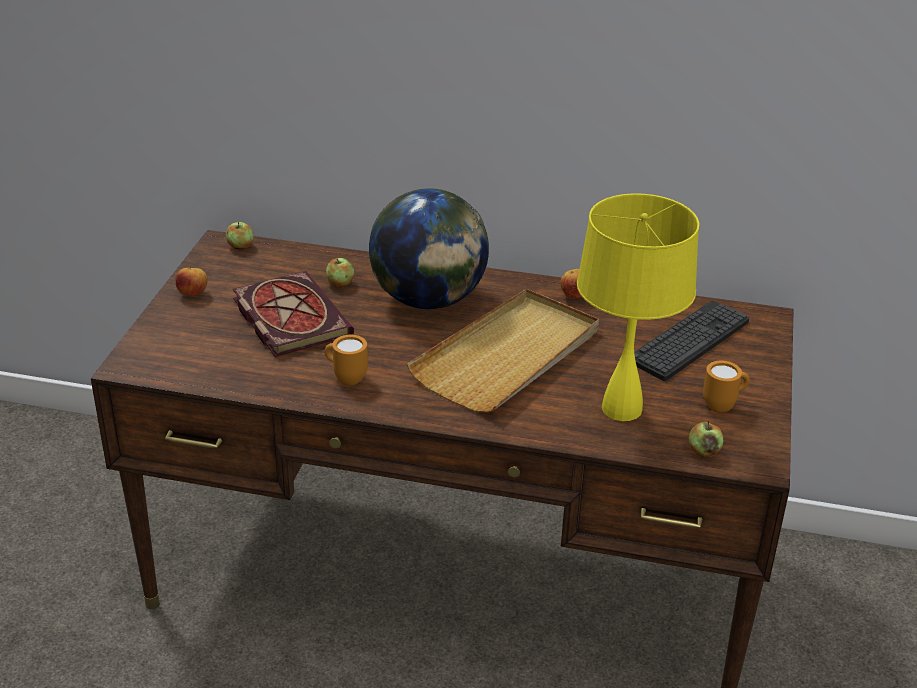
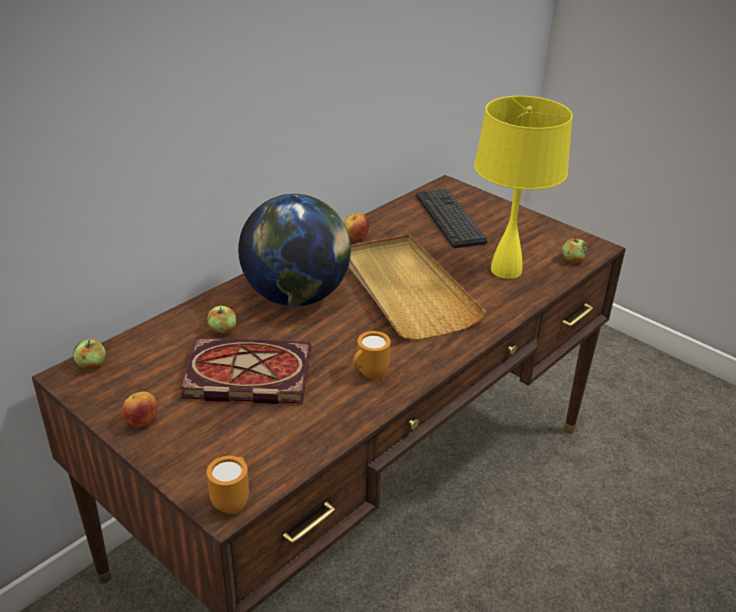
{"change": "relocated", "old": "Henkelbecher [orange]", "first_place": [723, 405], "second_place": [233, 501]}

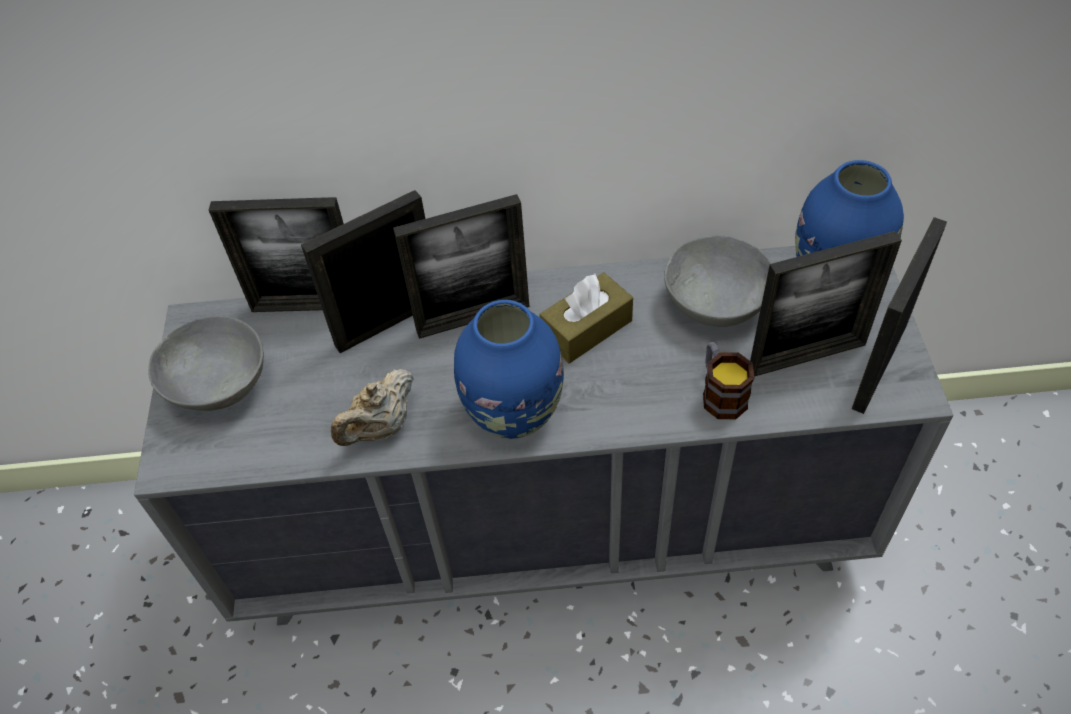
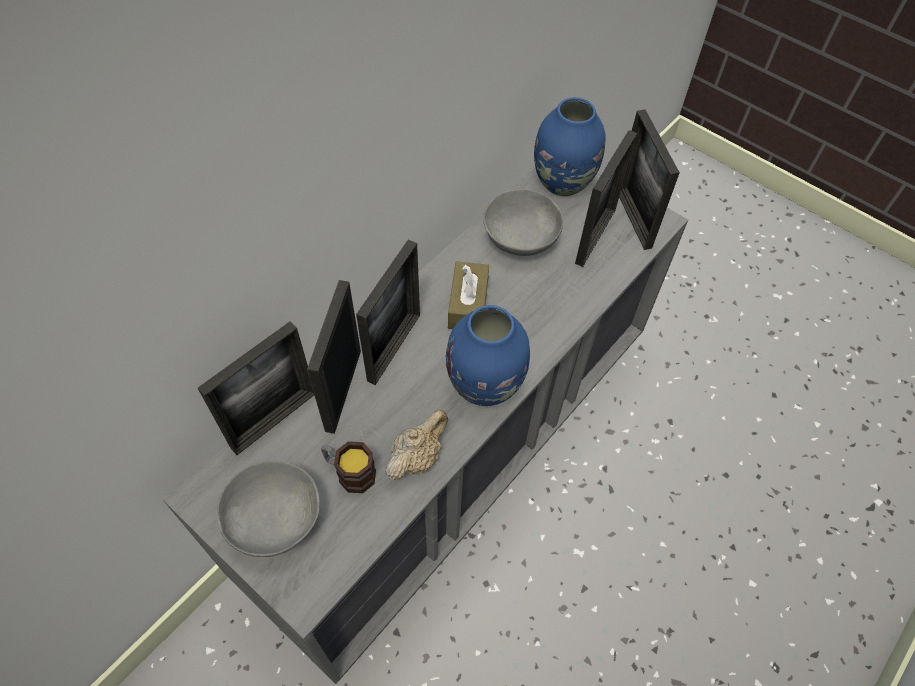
{"change": "spun", "old": "Teekanne [beige]", "first_place": [380, 428], "second_place": [417, 457], "degrees": -135}
{"change": "relocated", "old": "Henkelbecher", "first_place": [720, 393], "second_place": [350, 472]}

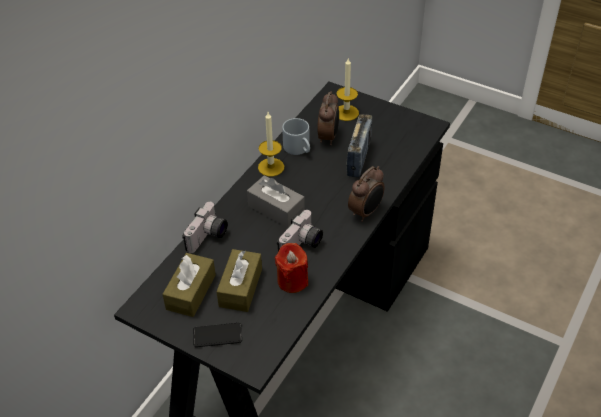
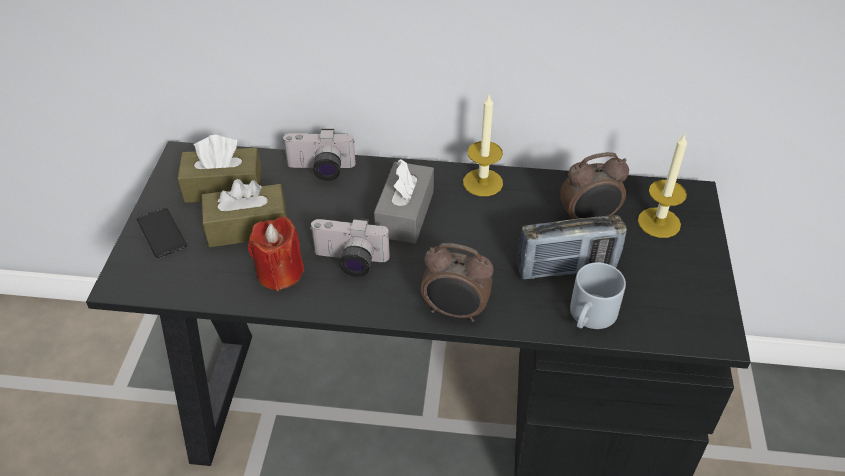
{"change": "relocated", "old": "Henkelbecher [grau]", "first_place": [299, 148], "second_place": [591, 317]}

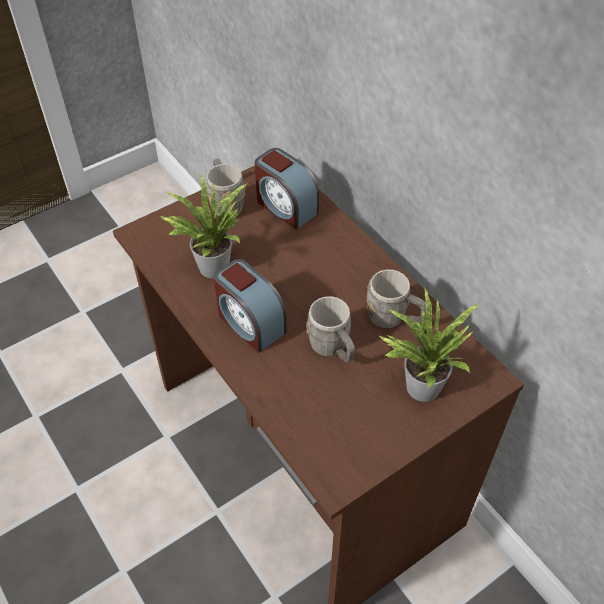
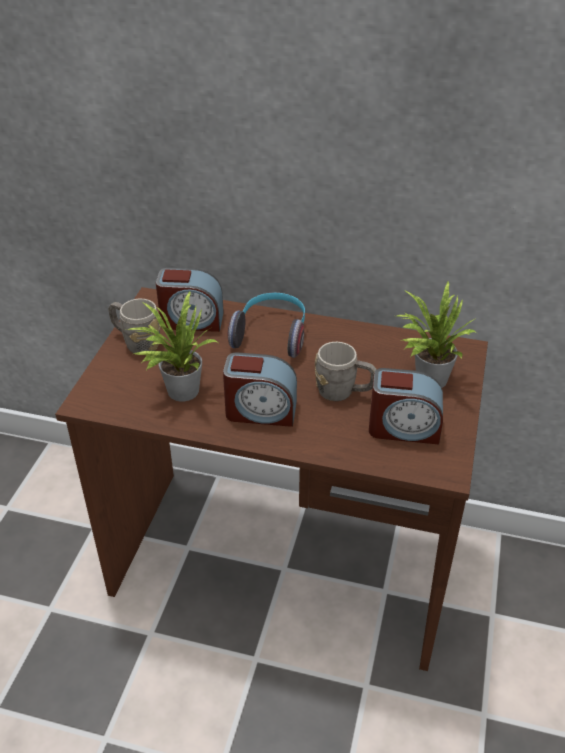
{"change": "missing", "old": "Henkelbecher [grau]", "first_place": [394, 319]}
{"change": "appeared", "new": "Kopfhörer", "second_place": [272, 335]}
{"change": "appeared", "new": "Wecker", "second_place": [403, 428]}

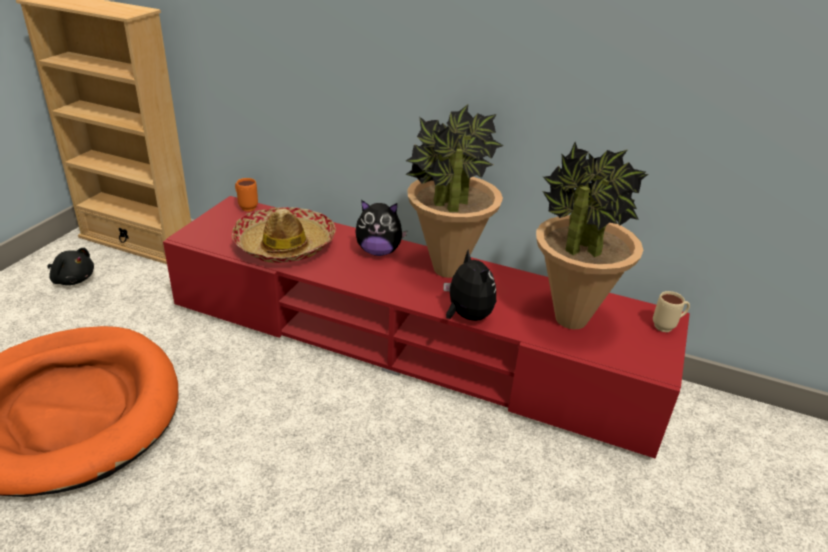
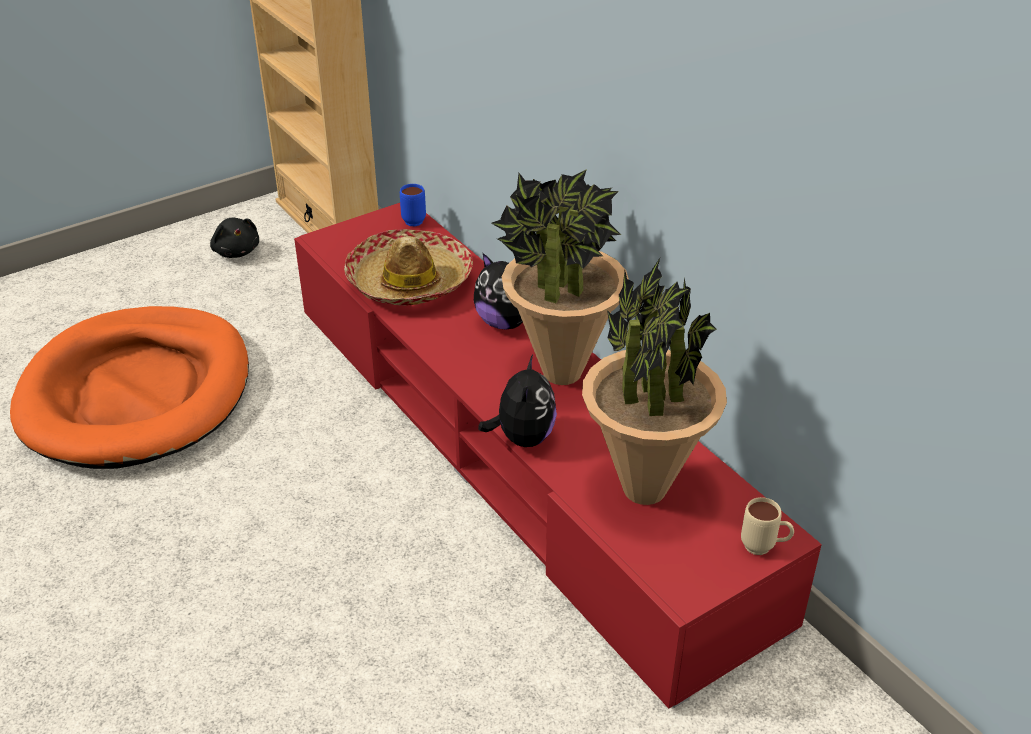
{"change": "colour", "old": "Henkelbecher [orange]", "new": "Henkelbecher [blau]", "first_place": [246, 207], "second_place": [413, 219]}

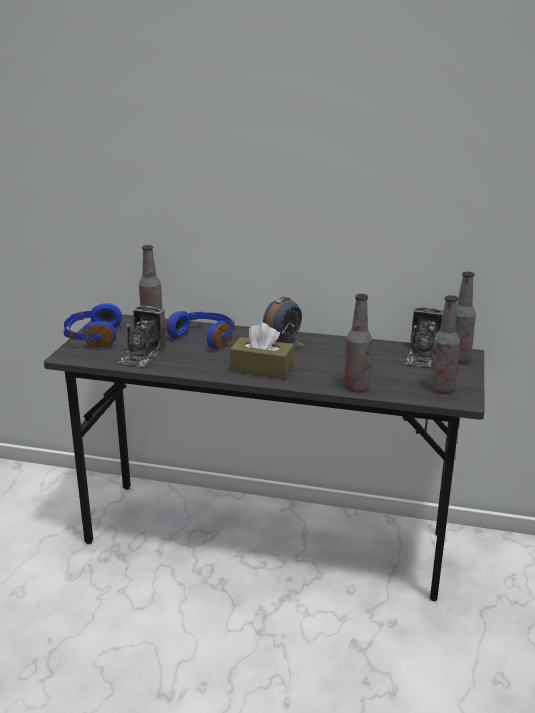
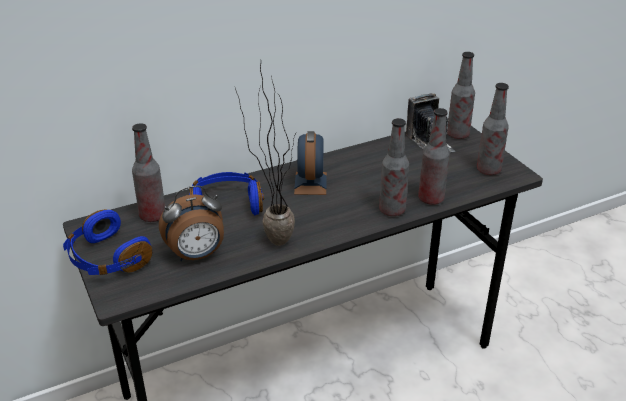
{"change": "exchanged", "old": "Kamera", "new": "Wecker", "first_place": [143, 354], "second_place": [197, 255]}
{"change": "missing", "old": "Taschentuchbox [braun]", "first_place": [262, 369]}
{"change": "appeared", "new": "Topfpflanze", "second_place": [271, 238]}
{"change": "appeared", "new": "Flasche", "second_place": [392, 210]}

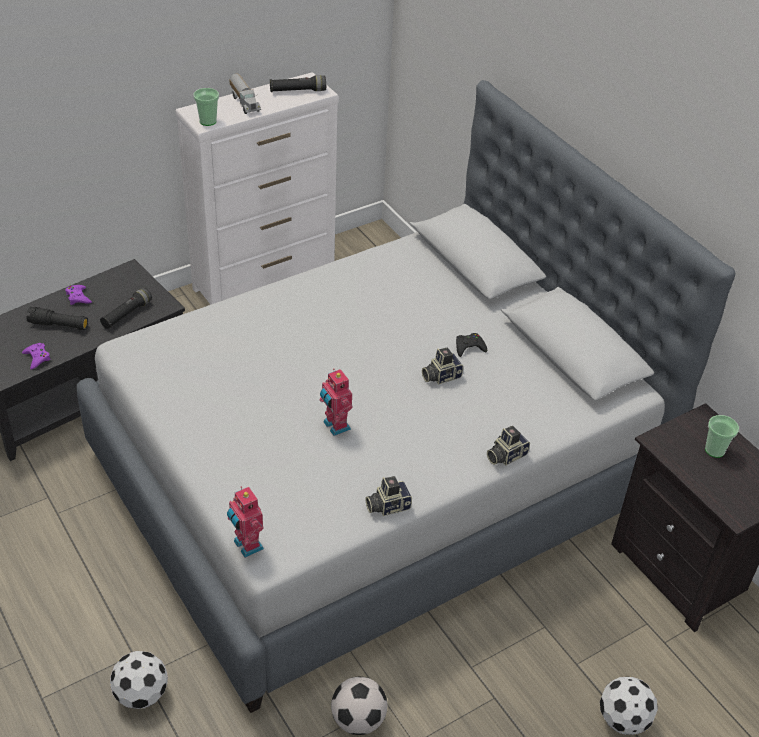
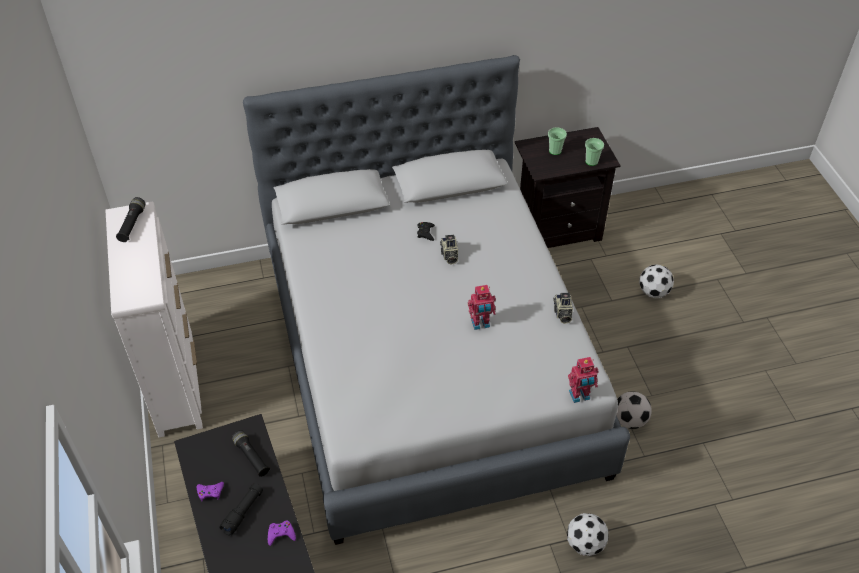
{"change": "relocated", "old": "Tasse", "first_place": [208, 121], "second_place": [591, 161]}
{"change": "missing", "old": "Spielzeuglaster", "first_place": [245, 103]}
{"change": "missing", "old": "Kamera", "first_place": [505, 455]}

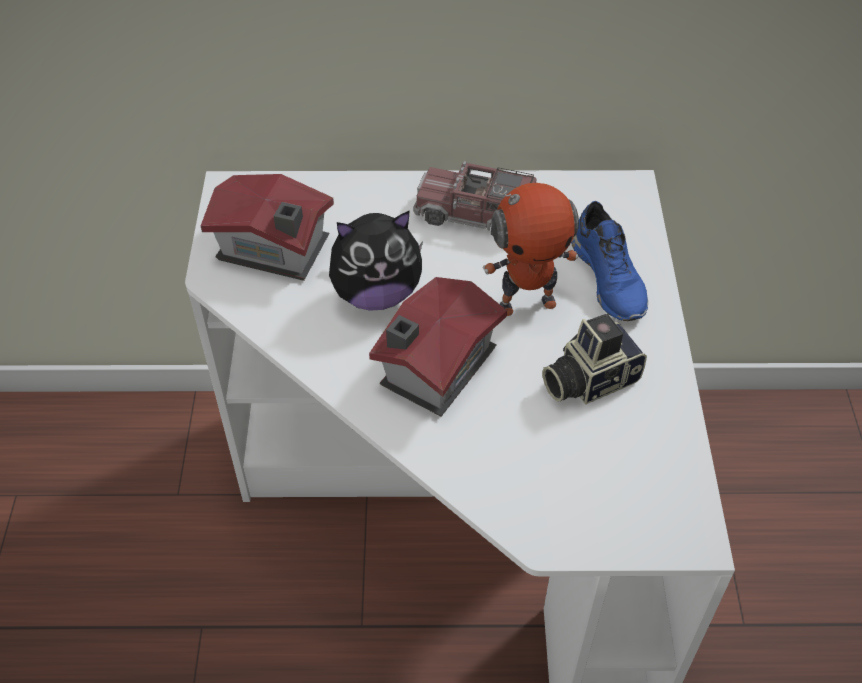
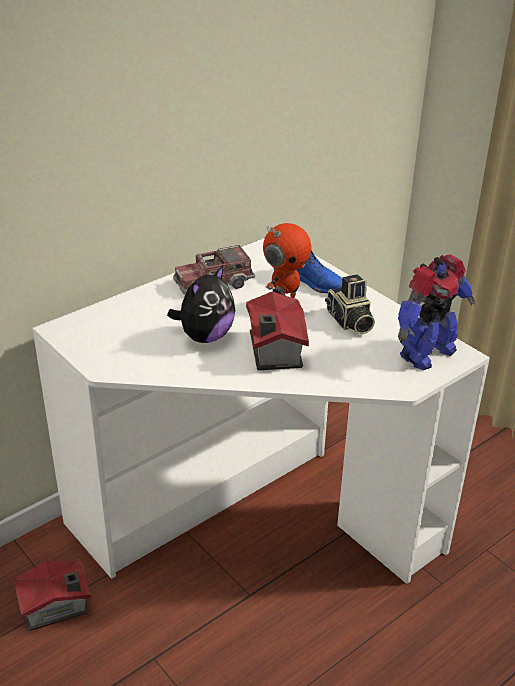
{"change": "relocated", "old": "Spielzeughaus", "first_place": [275, 251], "second_place": [57, 607]}
{"change": "spun", "old": "Kamera", "first_place": [588, 379], "second_place": [349, 322], "degrees": -45}
{"change": "appeared", "new": "Spielzeugroboter", "second_place": [426, 353]}

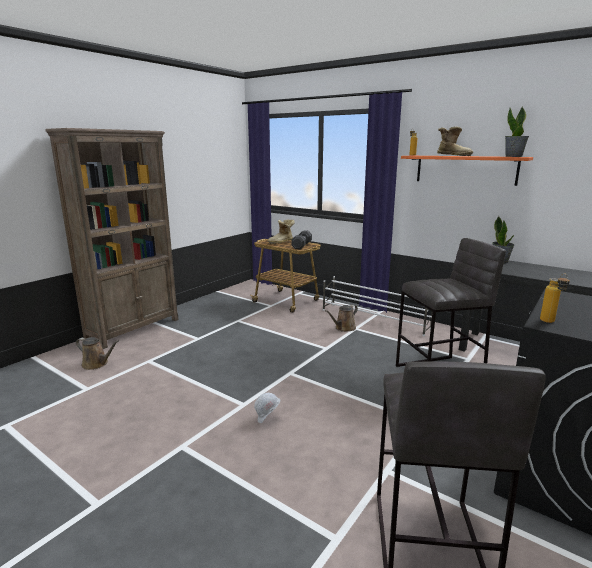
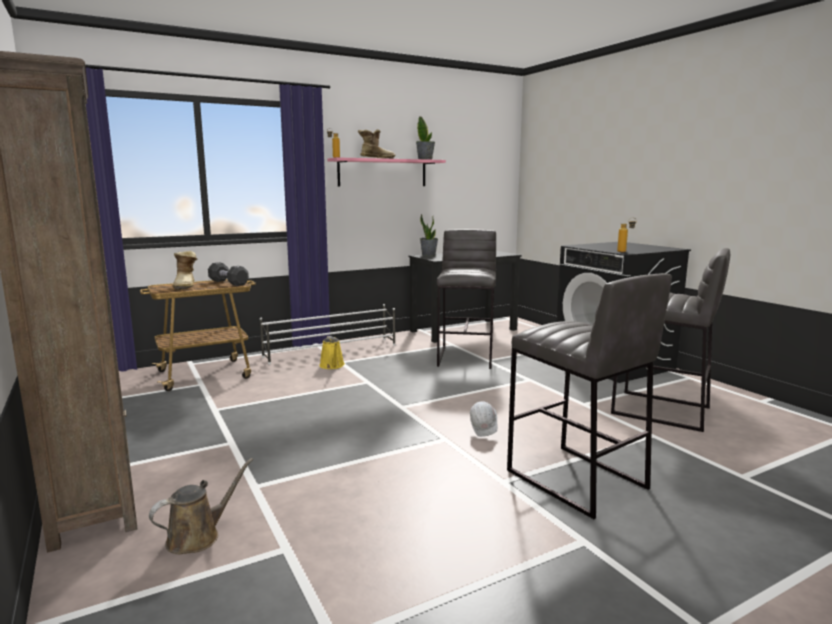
{"change": "colour", "old": "Gießkanne [braun]", "new": "Gießkanne [gelb]", "first_place": [344, 328], "second_place": [332, 366]}
{"change": "colour", "old": "Wandregal [orange]", "new": "Wandregal [rosa]", "first_place": [465, 169], "second_place": [382, 173]}
{"change": "appeared", "new": "Hocker [grau]", "second_place": [576, 480]}

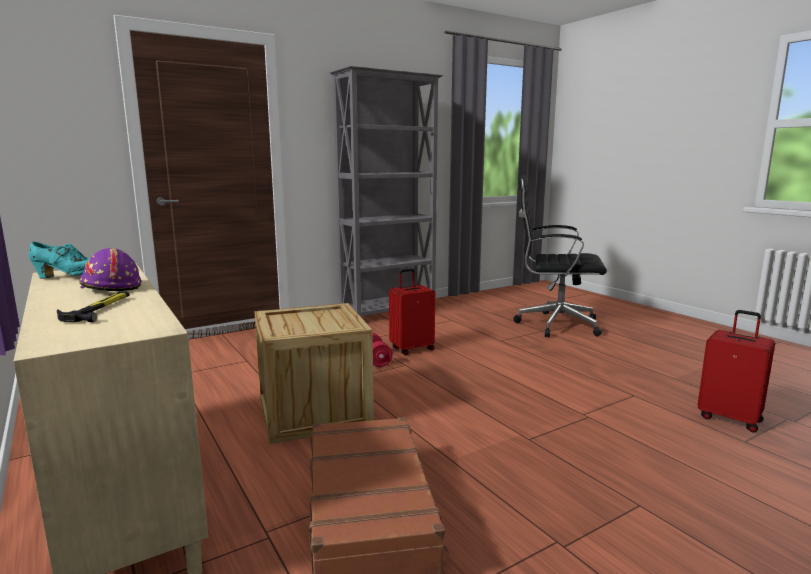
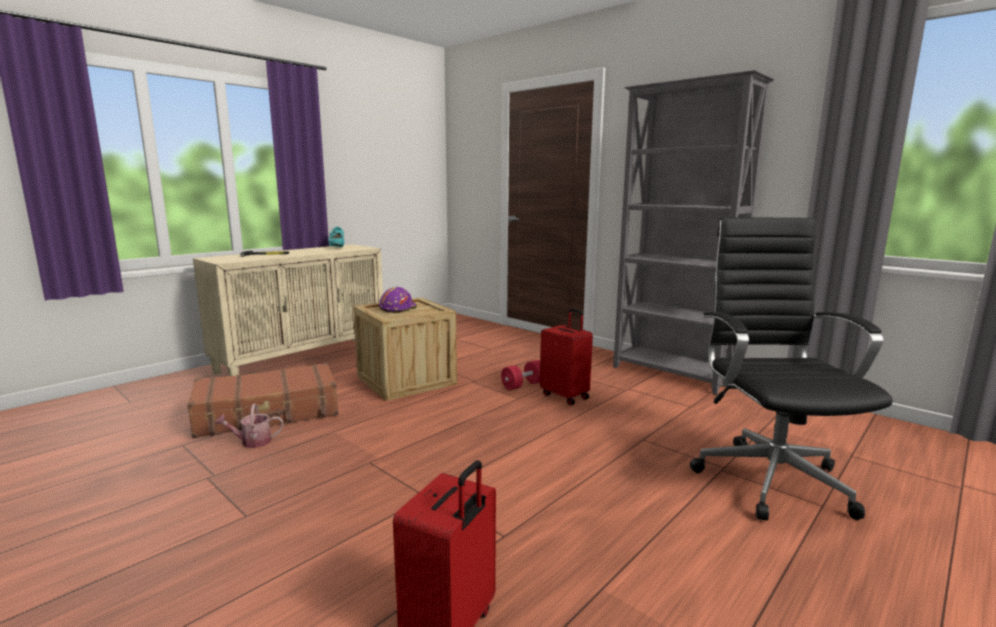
{"change": "relocated", "old": "Schutzhelm [lila]", "first_place": [110, 287], "second_place": [397, 308]}
{"change": "appeared", "new": "Gießkanne", "second_place": [252, 442]}

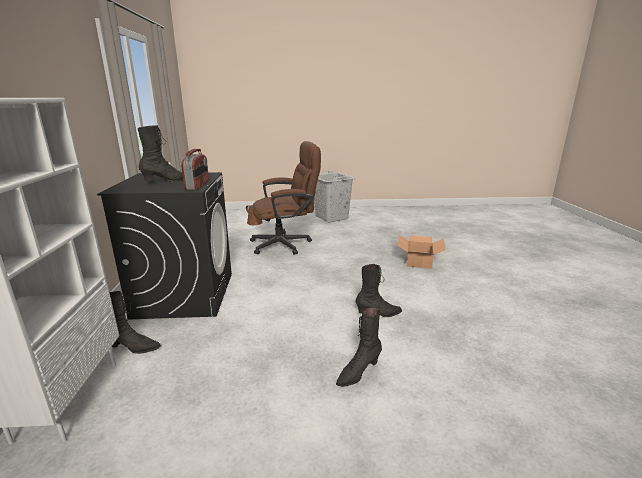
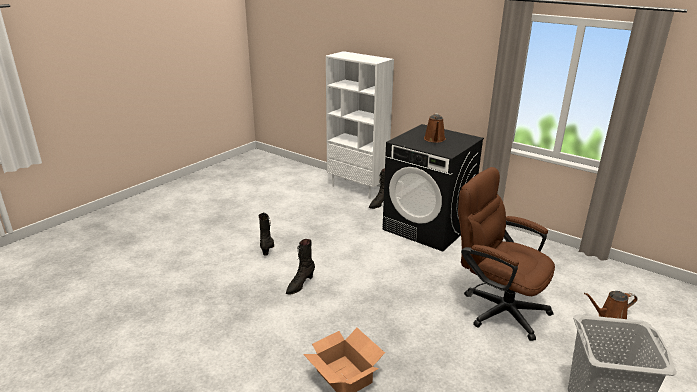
{"change": "exchanged", "old": "Stiefel [schwarz]", "new": "Gießkanne [braun]", "first_place": [168, 181], "second_place": [434, 139]}
{"change": "missing", "old": "Radio", "first_place": [197, 185]}
{"change": "spun", "old": "Bürostuhl [braun]", "first_place": [286, 244], "second_place": [497, 308], "degrees": 105}

